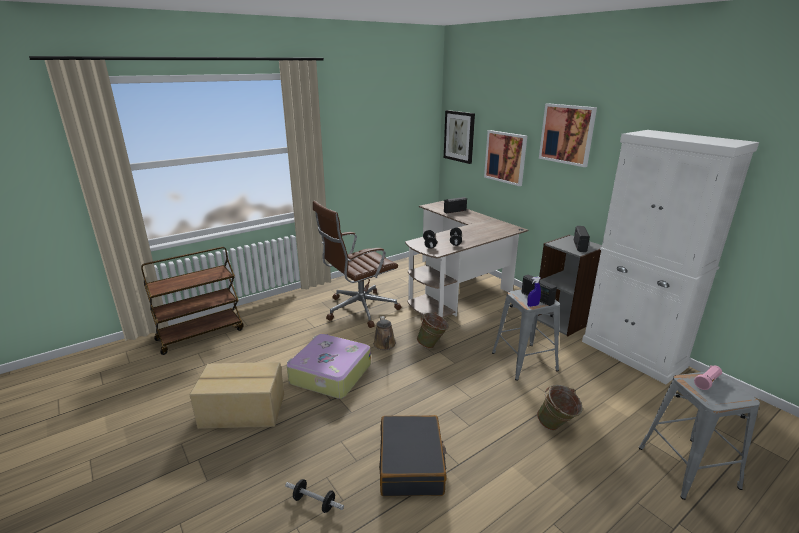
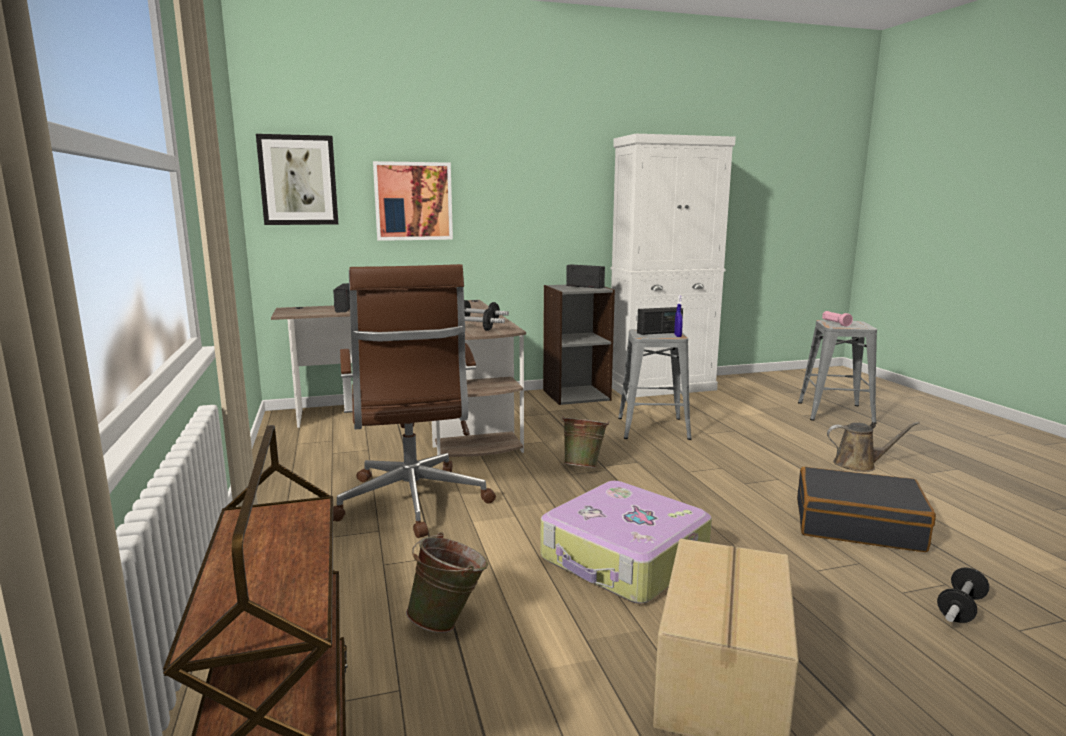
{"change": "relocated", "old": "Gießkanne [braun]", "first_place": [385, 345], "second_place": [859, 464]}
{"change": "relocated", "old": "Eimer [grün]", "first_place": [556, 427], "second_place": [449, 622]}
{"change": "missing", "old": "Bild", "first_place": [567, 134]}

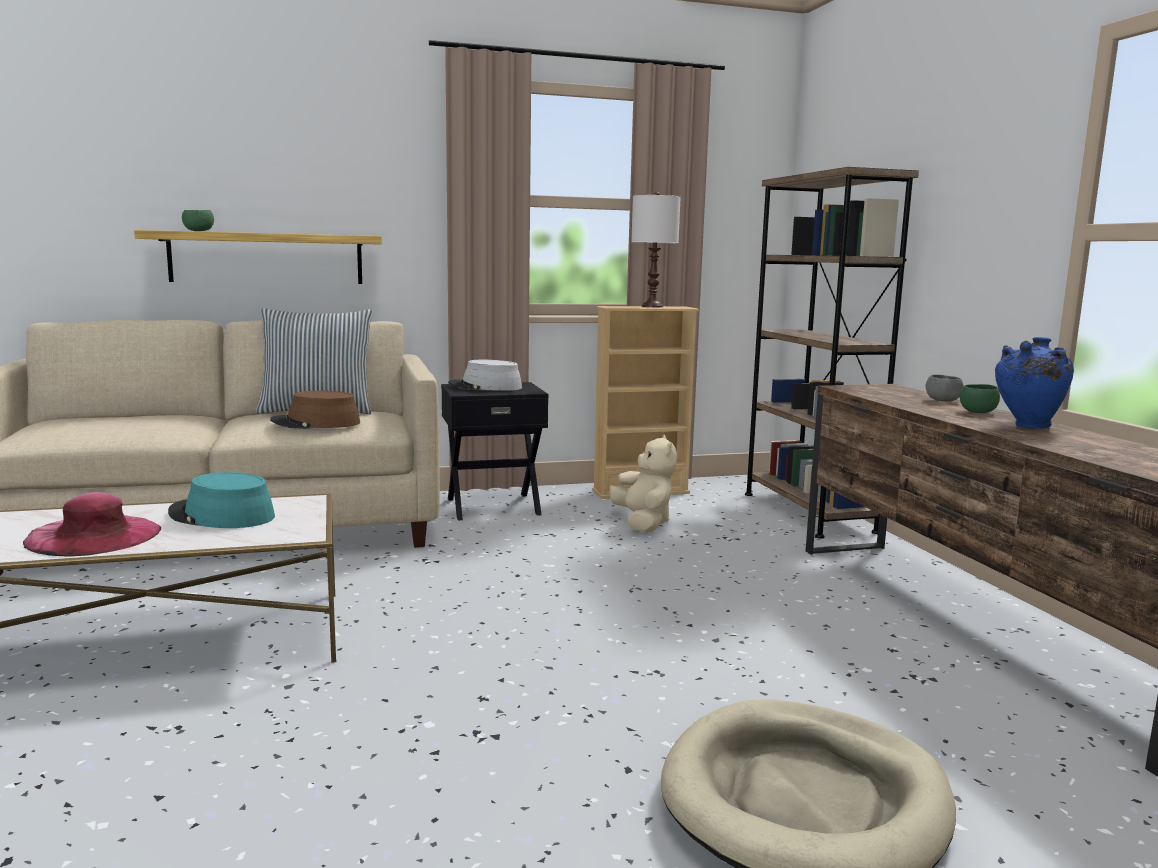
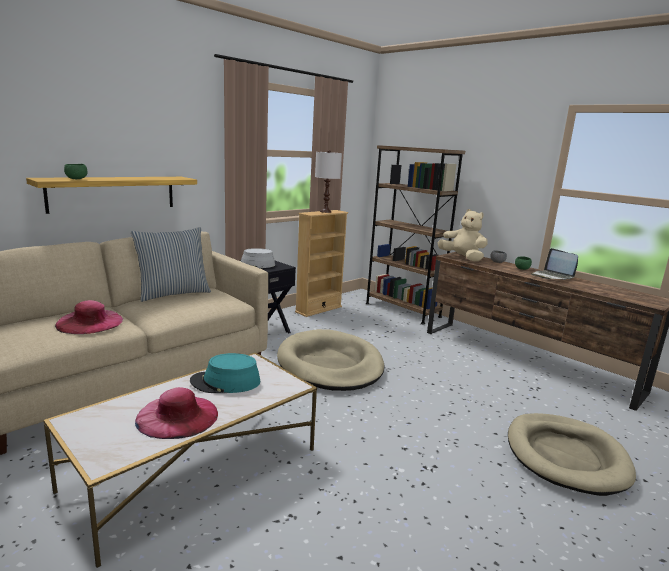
{"change": "missing", "old": "Hut [braun]", "first_place": [316, 423]}
{"change": "relocated", "old": "Plüschtier [beige]", "first_place": [643, 523], "second_place": [462, 258]}
{"change": "exchanged", "old": "Vase [blau]", "new": "Laptop", "first_place": [1027, 426], "second_place": [552, 276]}
{"change": "appeared", "new": "Hut [rosa]", "second_place": [89, 322]}
{"change": "appeared", "new": "Hundebett [beige]", "second_place": [330, 365]}

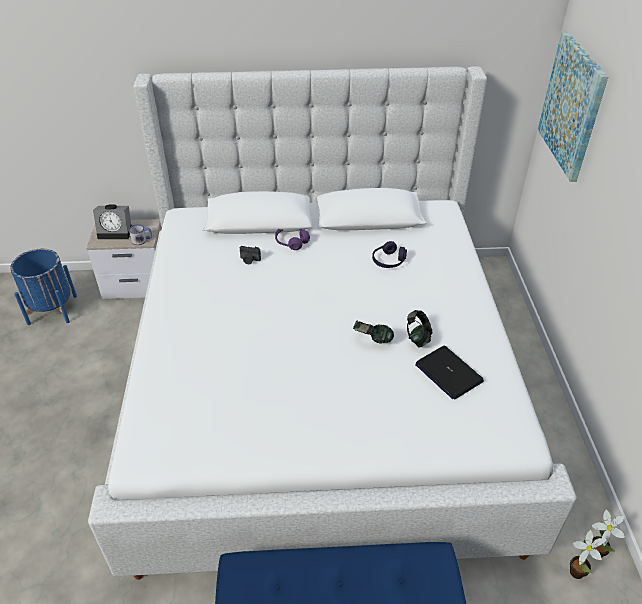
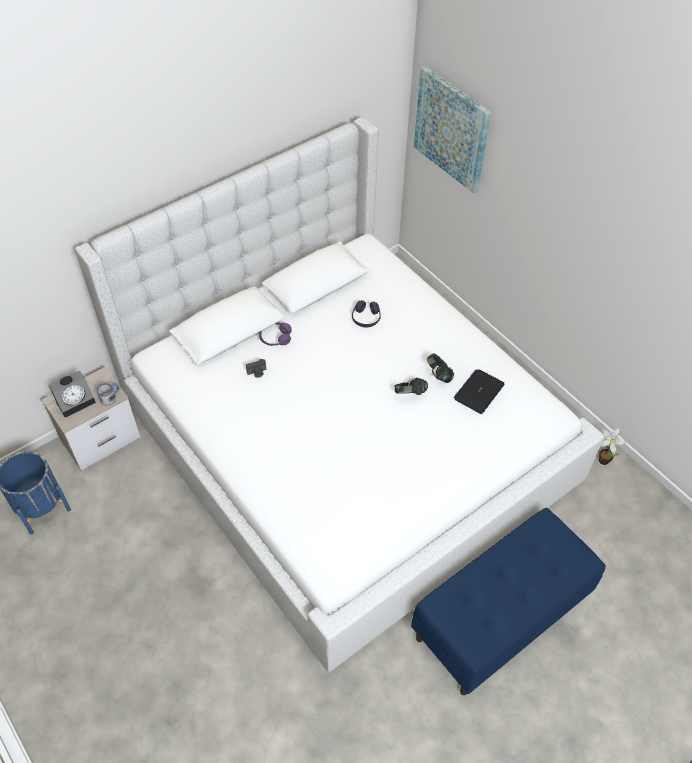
{"change": "spun", "old": "Laptop", "first_place": [448, 373], "second_place": [479, 392], "degrees": 105}
{"change": "missing", "old": "Topfpflanze", "first_place": [577, 570]}

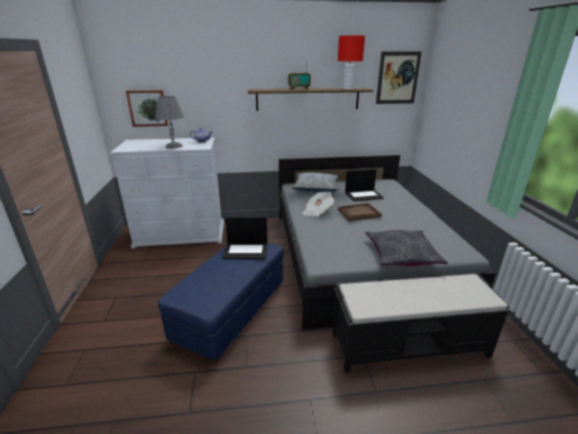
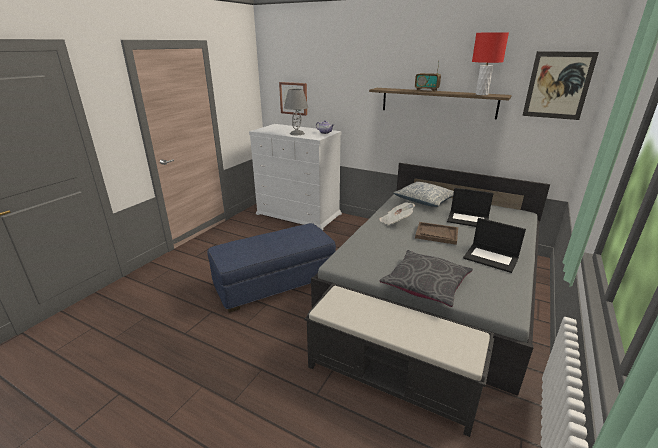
{"change": "relocated", "old": "Laptop", "first_place": [246, 250], "second_place": [491, 258]}

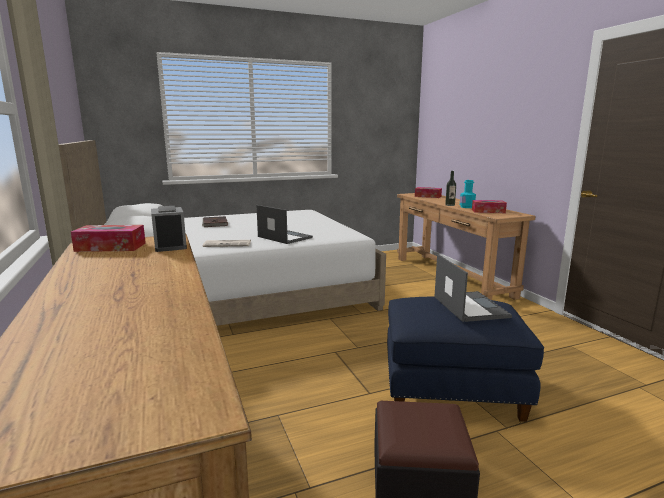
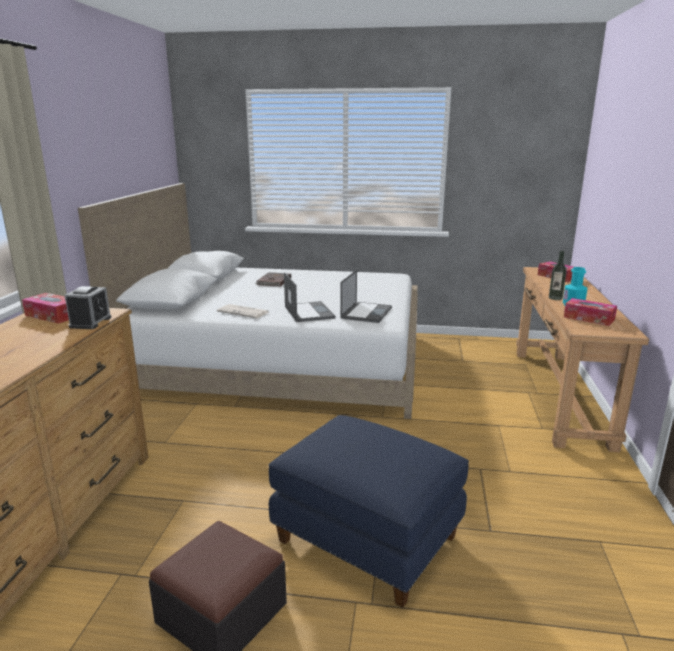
{"change": "relocated", "old": "Laptop", "first_place": [469, 306], "second_place": [366, 312]}

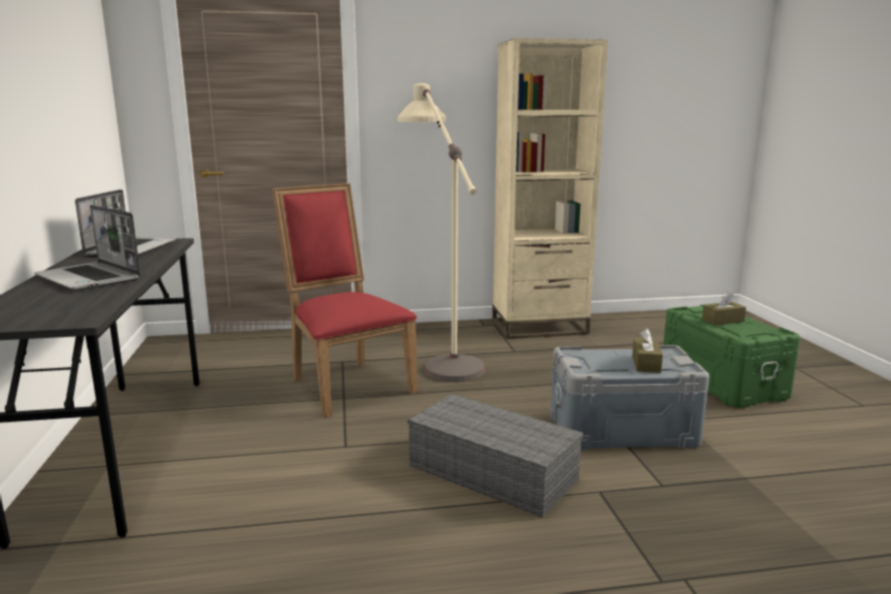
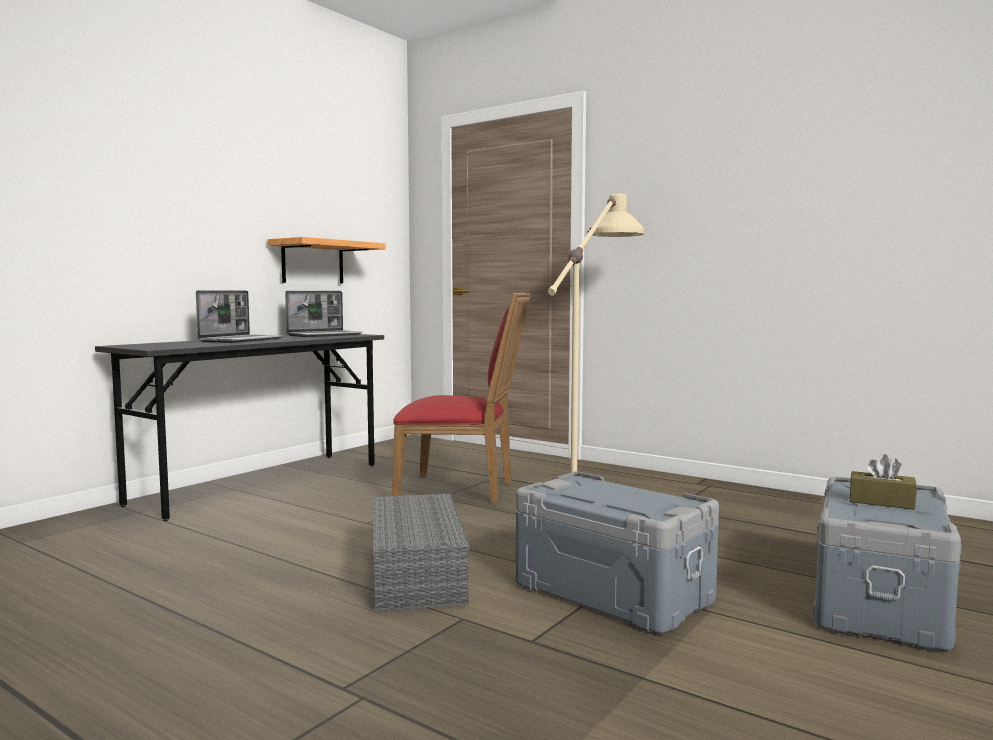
{"change": "spun", "old": "Laptop", "first_place": [90, 278], "second_place": [242, 340], "degrees": -150}
{"change": "spun", "old": "Stuhl [rot]", "first_place": [346, 384], "second_place": [462, 490], "degrees": 90}
{"change": "missing", "old": "Bücherregal [beige]", "first_place": [539, 327]}
{"change": "missing", "old": "Taschentuchbox [braun]", "first_place": [646, 364]}
{"change": "colour", "old": "Aufbewahrungsbox [grün]", "new": "Aufbewahrungsbox [grau]", "first_place": [723, 382], "second_place": [882, 604]}
{"change": "appeared", "new": "Wandregal", "second_place": [313, 262]}

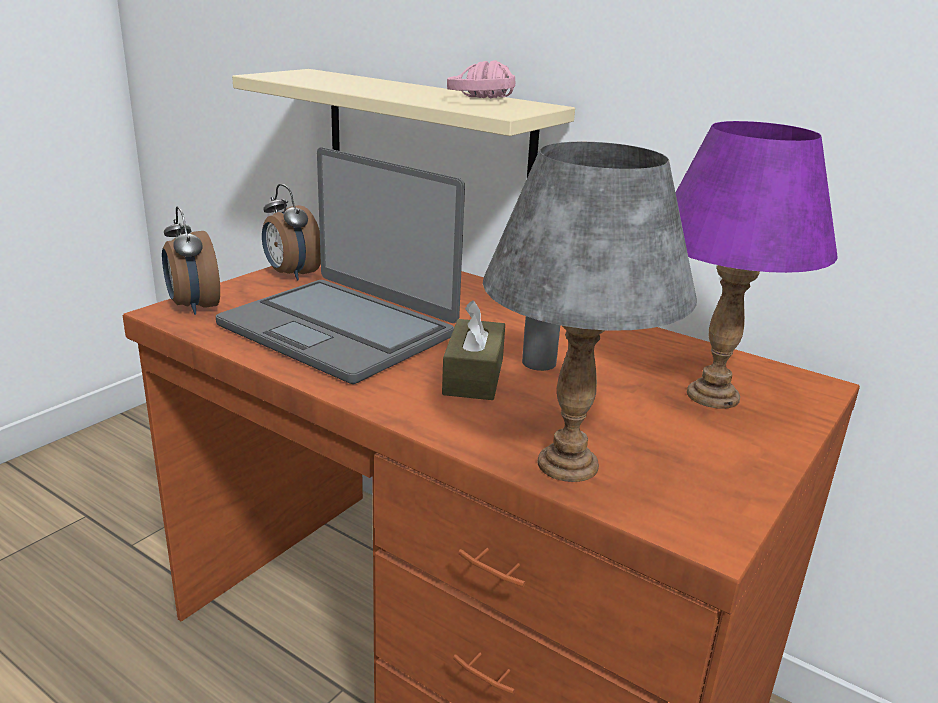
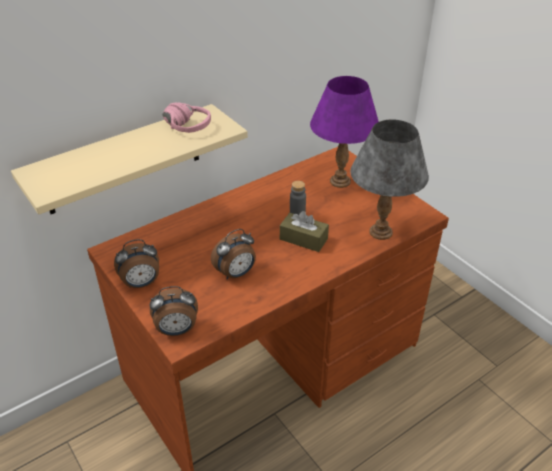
{"change": "exchanged", "old": "Laptop", "new": "Wecker", "first_place": [339, 330], "second_place": [236, 274]}

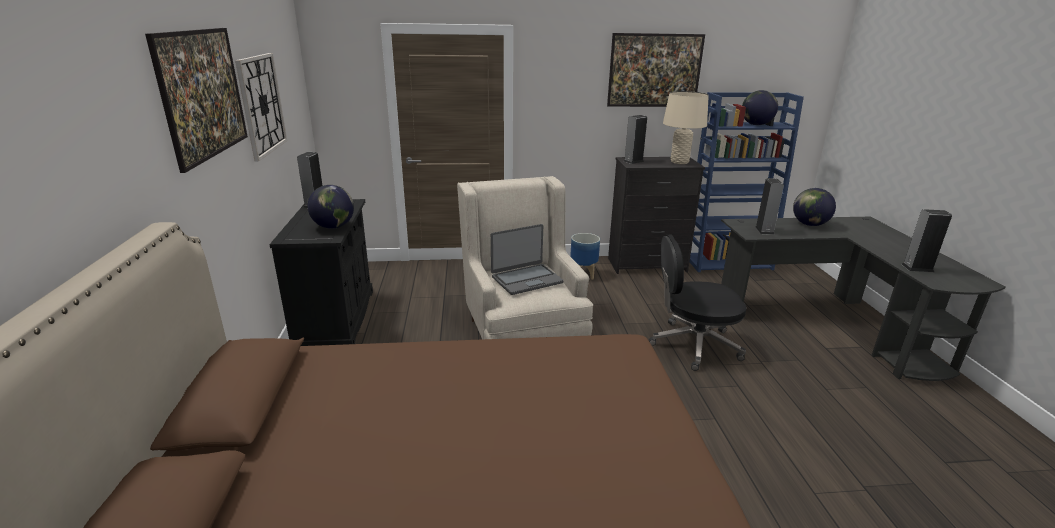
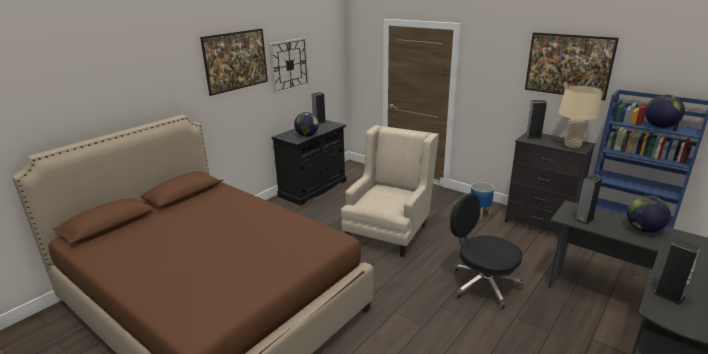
{"change": "missing", "old": "Laptop", "first_place": [526, 279]}

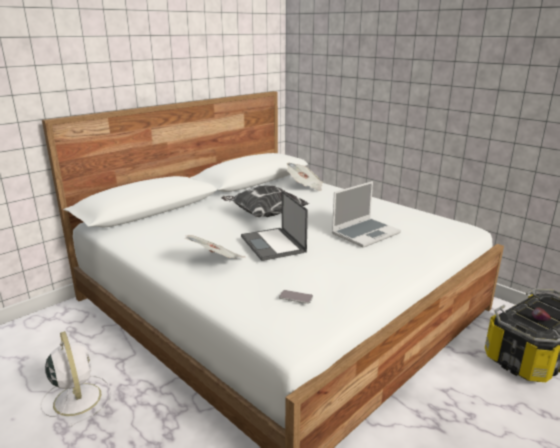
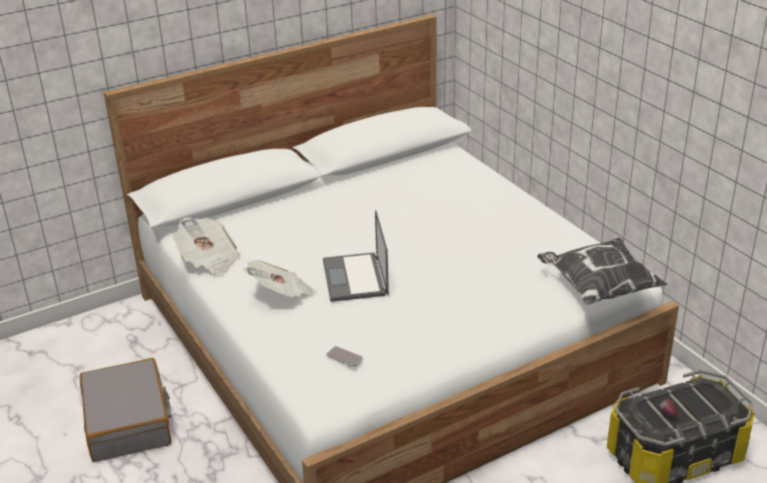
{"change": "exchanged", "old": "Ventilator [weiß]", "new": "Koffer [grau]", "first_place": [77, 398], "second_place": [128, 422]}
{"change": "relocated", "old": "Kissen", "first_place": [264, 215], "second_place": [598, 288]}
{"change": "relocated", "old": "Zeitung", "first_place": [305, 186], "second_place": [209, 260]}
{"change": "missing", "old": "Laptop", "first_place": [365, 233]}

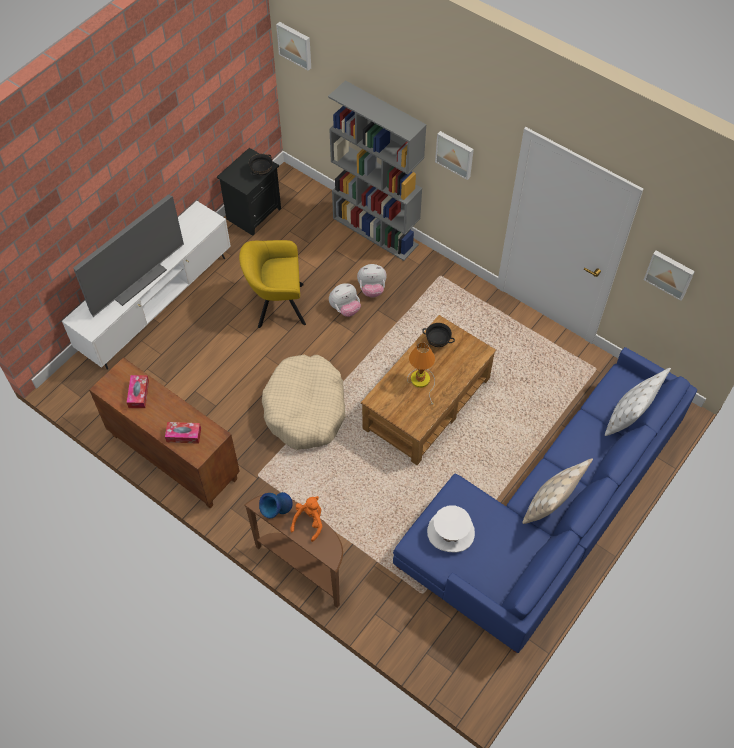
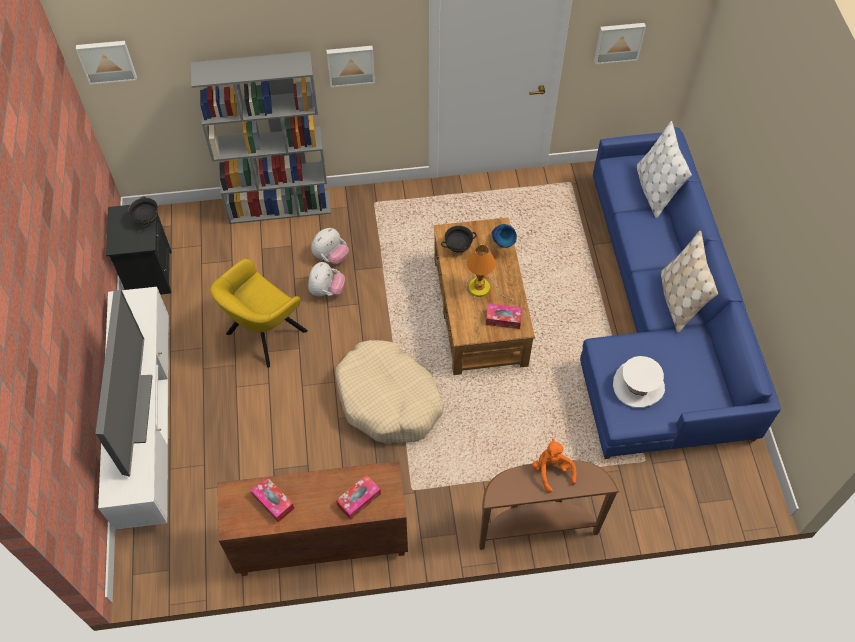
{"change": "relocated", "old": "Vase [blau]", "first_place": [277, 512], "second_place": [502, 246]}
{"change": "appeared", "new": "Taschentuchbox", "second_place": [503, 319]}

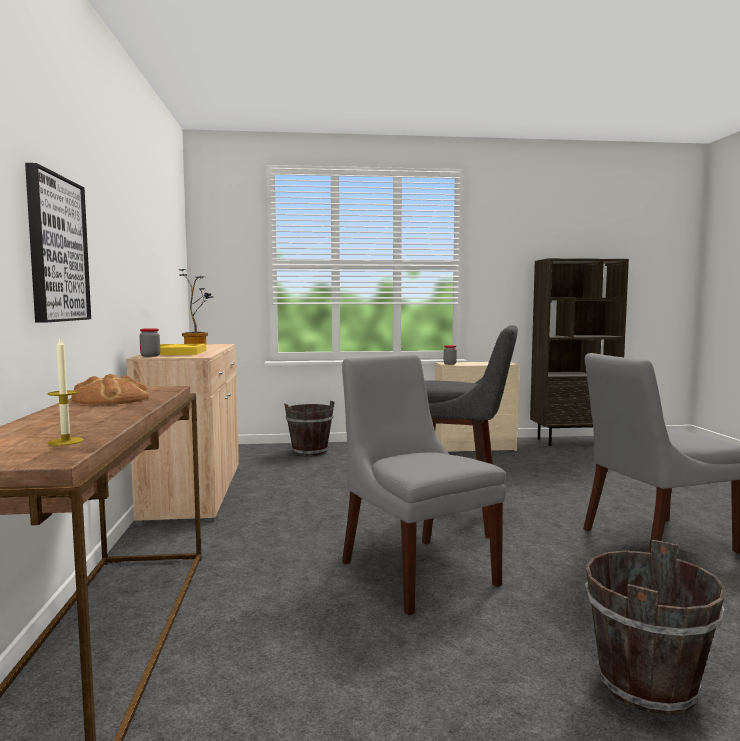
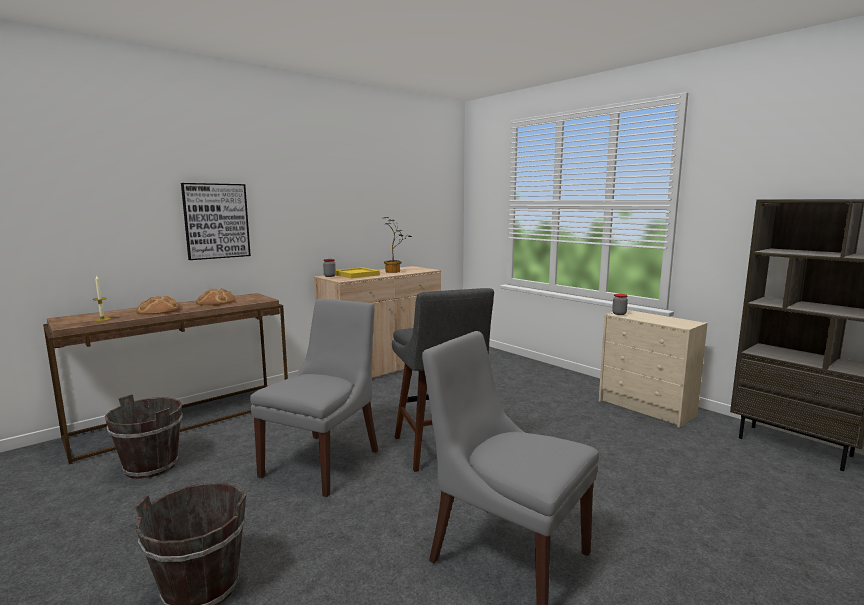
{"change": "relocated", "old": "Eimer [braun]", "first_place": [310, 451], "second_place": [151, 466]}
{"change": "appeared", "new": "Brot", "second_place": [159, 310]}

